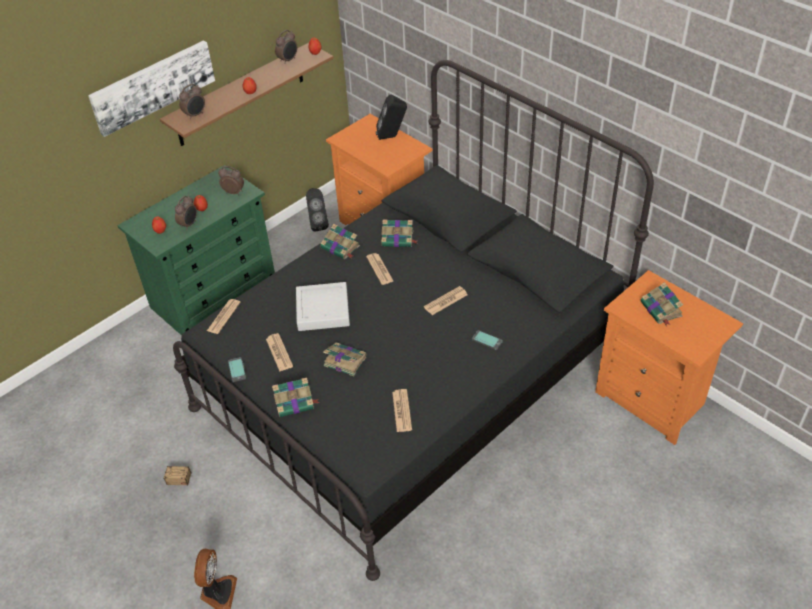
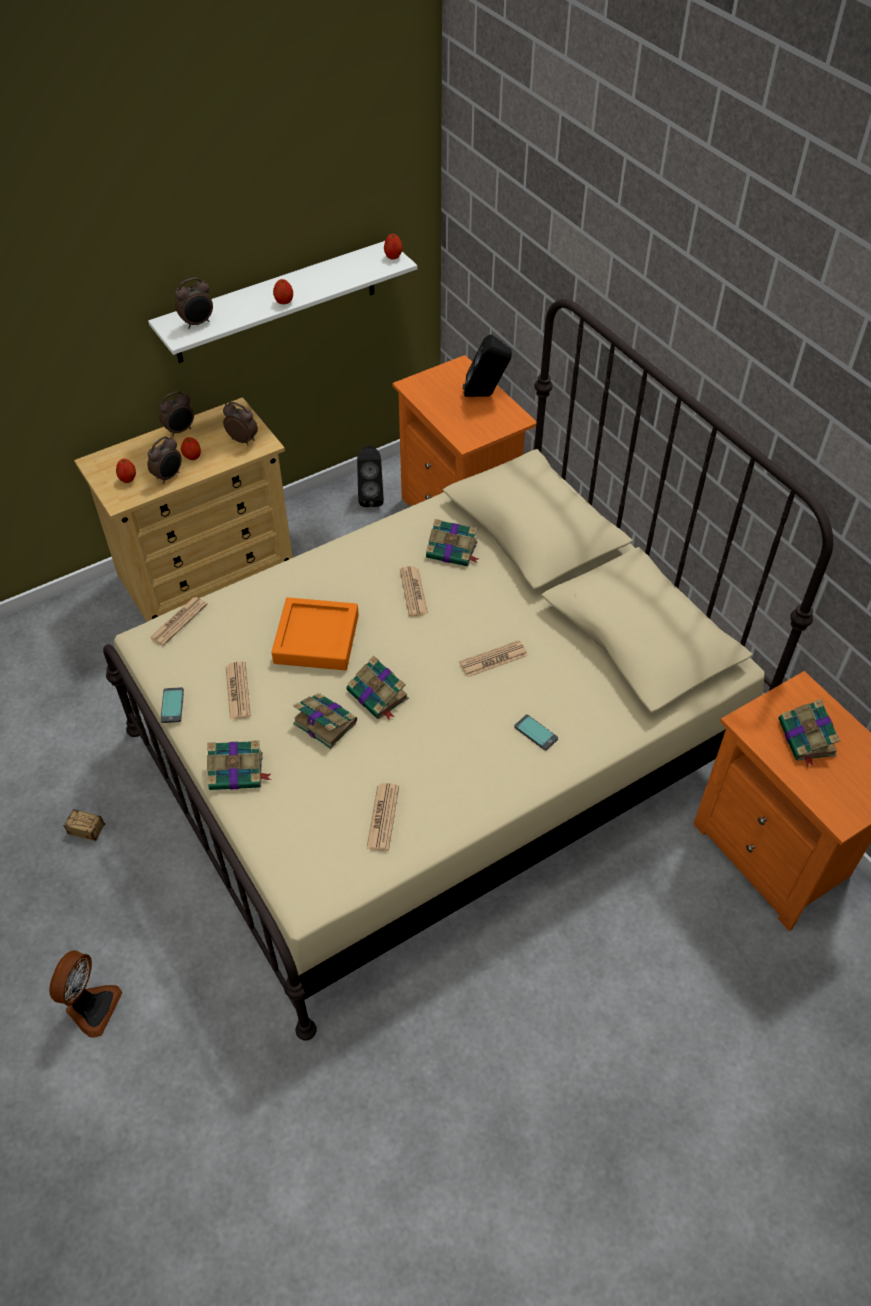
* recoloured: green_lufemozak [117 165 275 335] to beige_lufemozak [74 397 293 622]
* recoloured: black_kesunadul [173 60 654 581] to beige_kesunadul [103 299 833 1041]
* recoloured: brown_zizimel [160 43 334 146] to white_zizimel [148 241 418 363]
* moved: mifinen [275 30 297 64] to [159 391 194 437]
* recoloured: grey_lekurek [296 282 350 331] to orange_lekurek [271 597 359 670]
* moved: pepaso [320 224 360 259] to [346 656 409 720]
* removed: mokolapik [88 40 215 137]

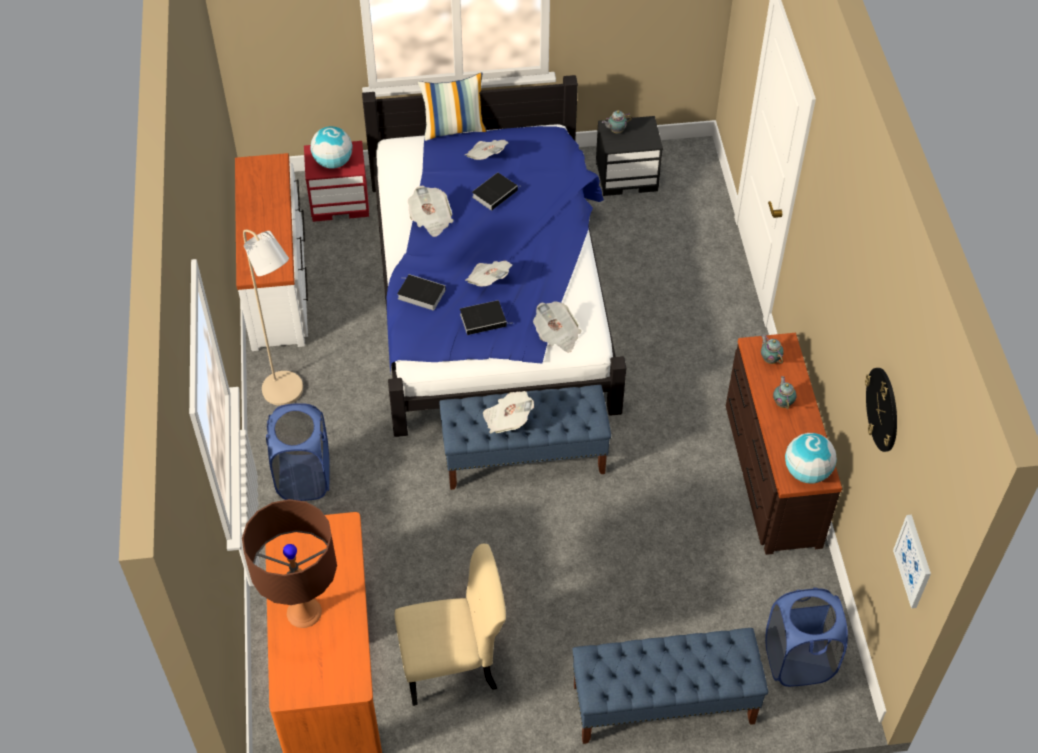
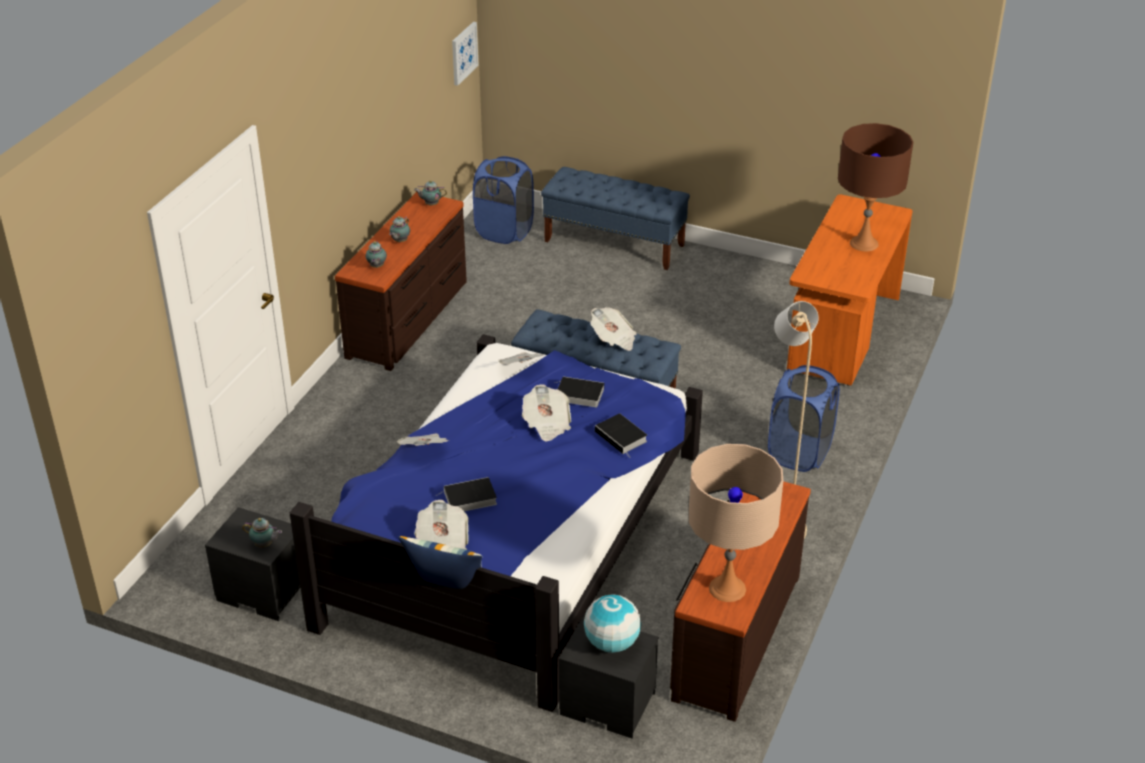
* moved: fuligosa [408 185 453 237] to [397 434 449 446]
* replaced: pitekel [785 433 837 483] to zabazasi [414 180 447 205]
* recoloured: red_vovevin [304 141 369 222] to black_vovevin [559 614 658 738]
* recoloured: white_lufemozak [235 153 308 351] to brown_lufemozak [670 481 811 722]
* added: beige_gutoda [689 444 783 602]
* removed: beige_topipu [395 544 506 706]
* removed: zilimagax [865 368 897 452]

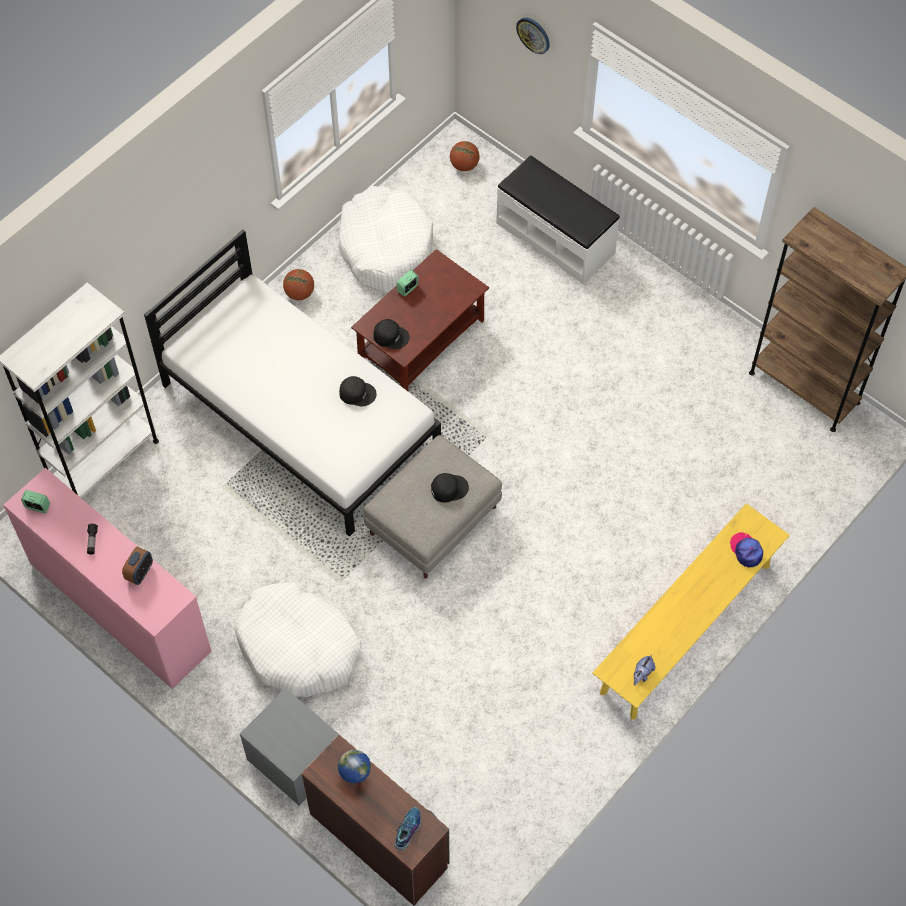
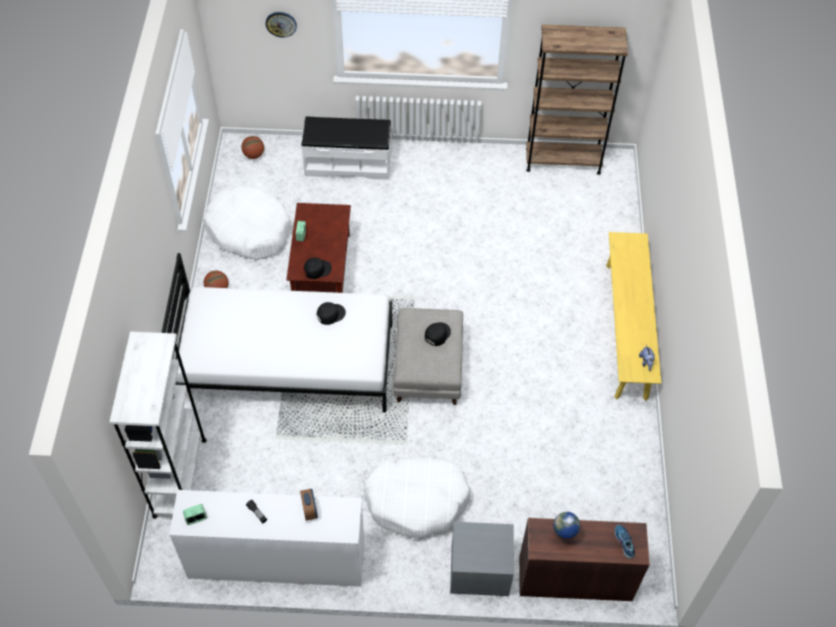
* recoloured: pink_lufemozak [3 468 211 689] to white_lufemozak [169 490 364 587]
* removed: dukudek [730 532 763 567]

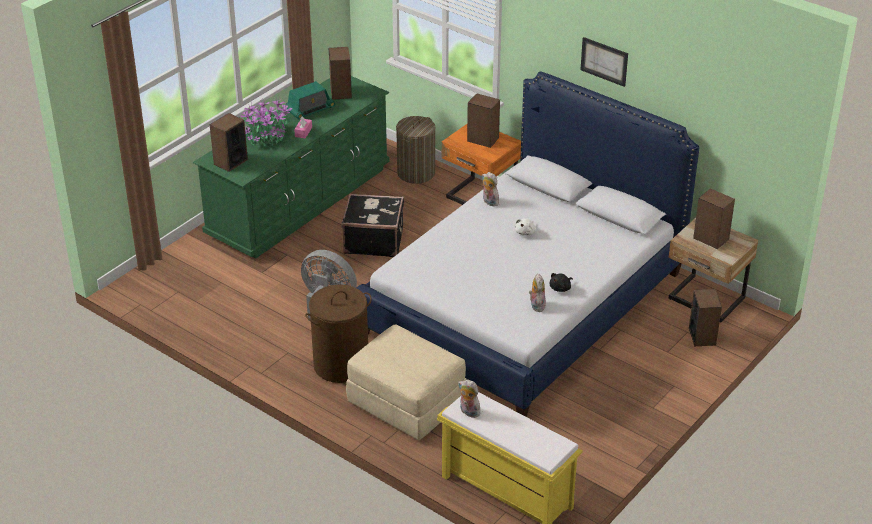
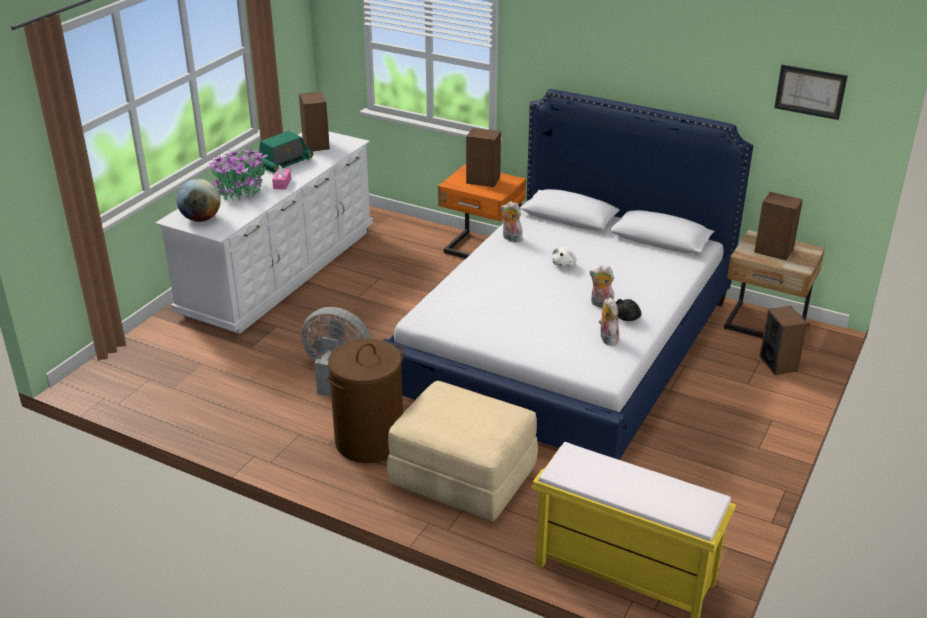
* recoloured: green_lufemozak [193 76 390 259] to white_lufemozak [155 131 373 334]
* replaced: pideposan [210 113 248 172] to pitekel [176 179 221 222]
* moved: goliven [458 380 480 418] to [589 265 614 308]
* moved: mokolapik [580 37 628 87] to [774 65 848 120]
* removed: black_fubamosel [341 194 404 257]
* removed: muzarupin [396 116 435 184]

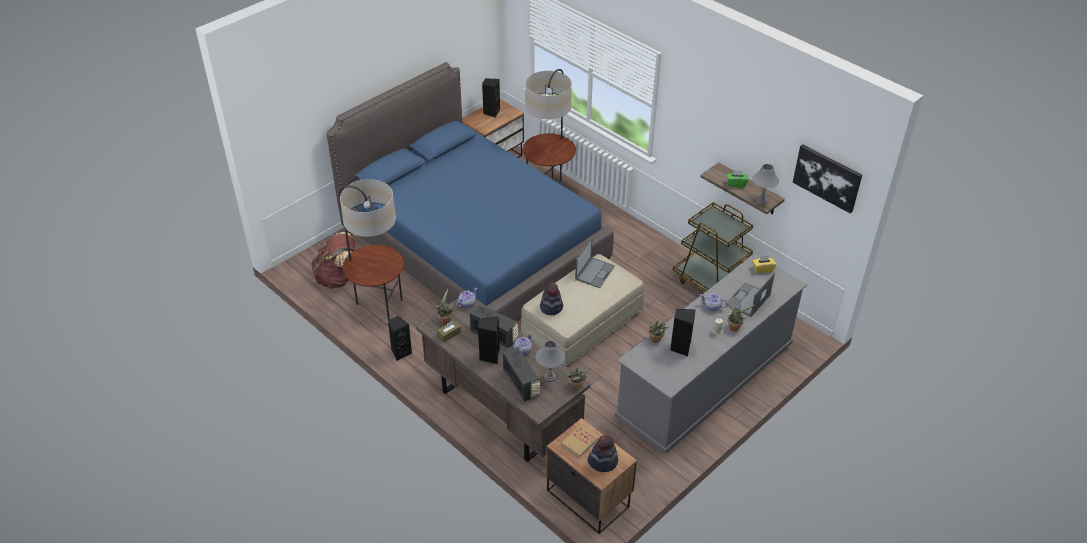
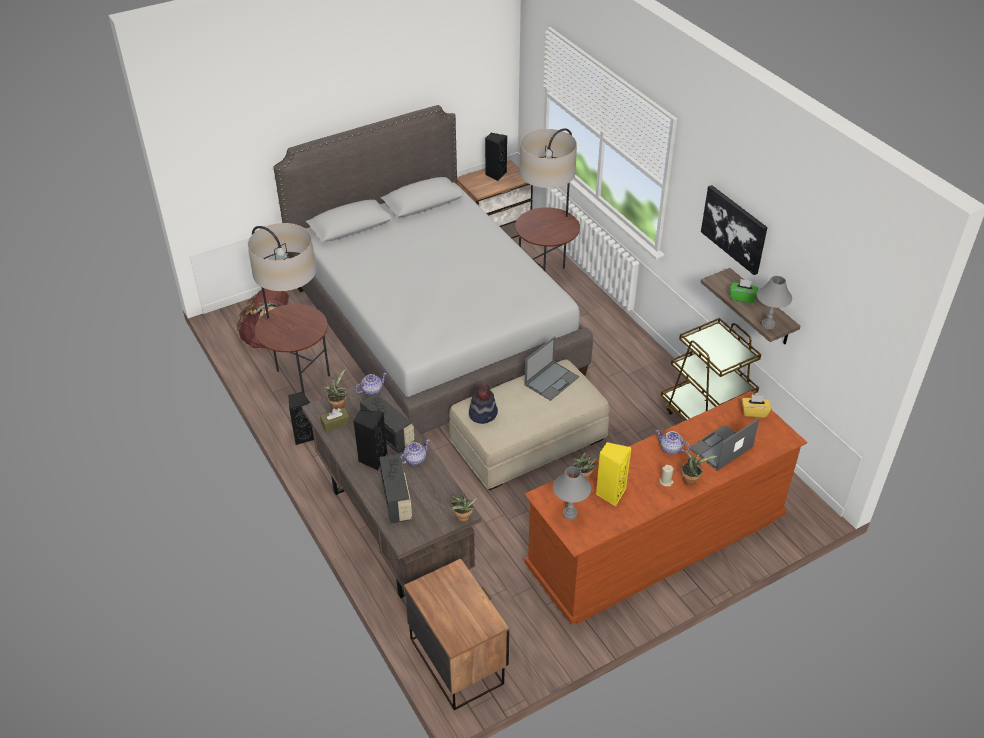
* recoloured: blue_kesunadul [326 62 614 321] to grey_kesunadul [273 105 593 434]
* recoloured: grey_lufemozak [614 254 807 454] to brown_lufemozak [524 391 807 625]
* moved: grey_gutoda [536 341 565 382] to [553 466 591 520]
* recoloured: black_pideposan [670 309 696 356] to yellow_pideposan [596 442 631 506]
* moved: mokolapik [793 144 862 213] to [701 185 768 275]
* removed: pepaso [561 425 599 458]
* removed: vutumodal [588 435 618 472]

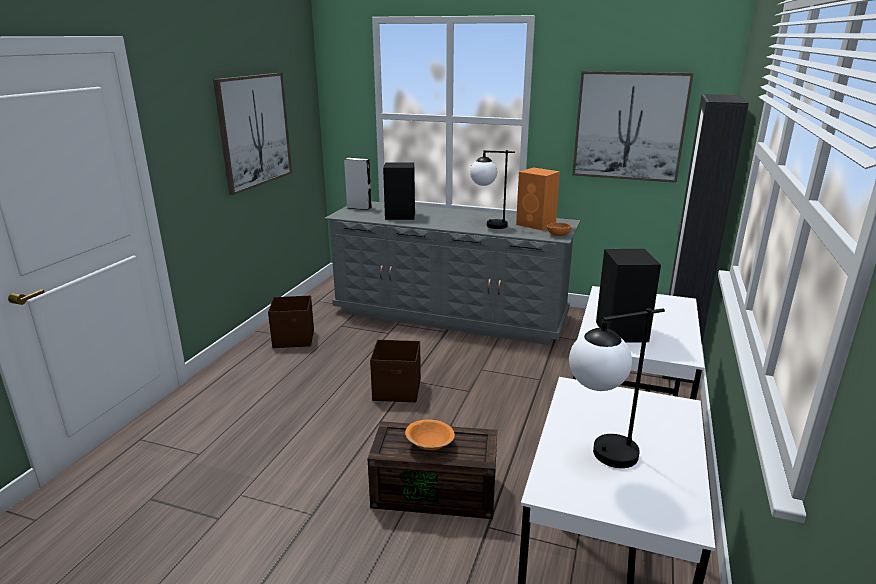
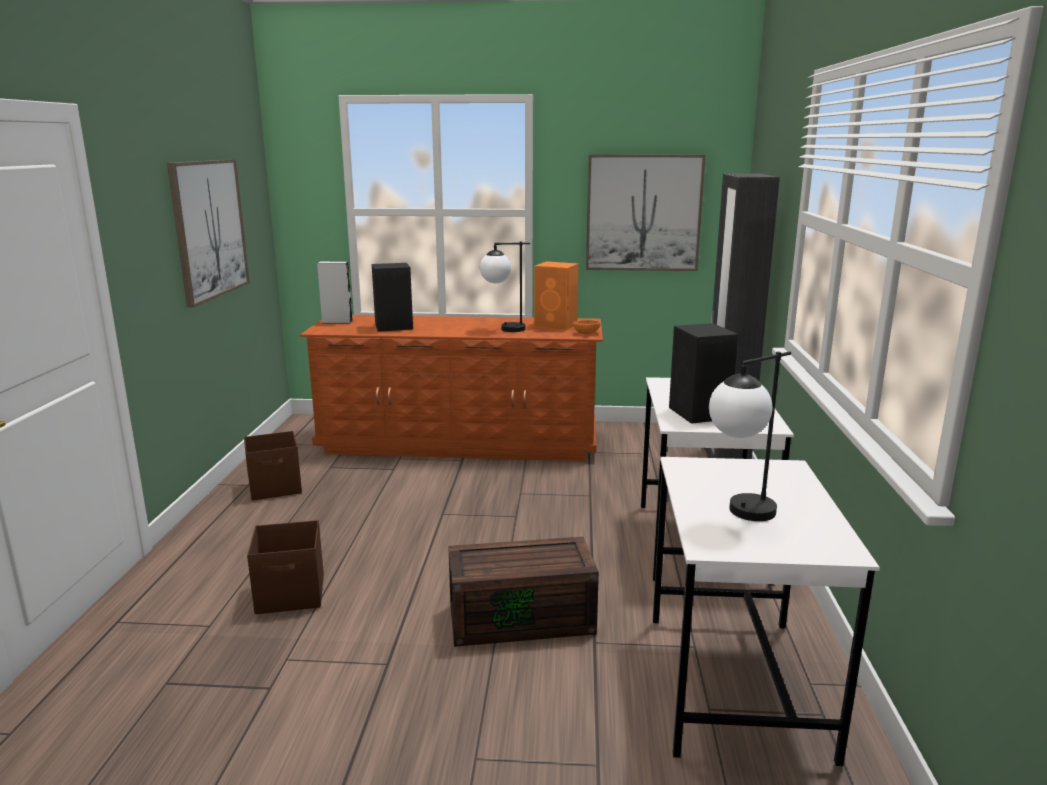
* moved: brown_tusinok [370 340 421 402] to [247 520 324 614]
* recoloured: grey_lufemozak [324 201 580 345] to brown_lufemozak [300 315 603 461]
* removed: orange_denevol [405 420 455 450]

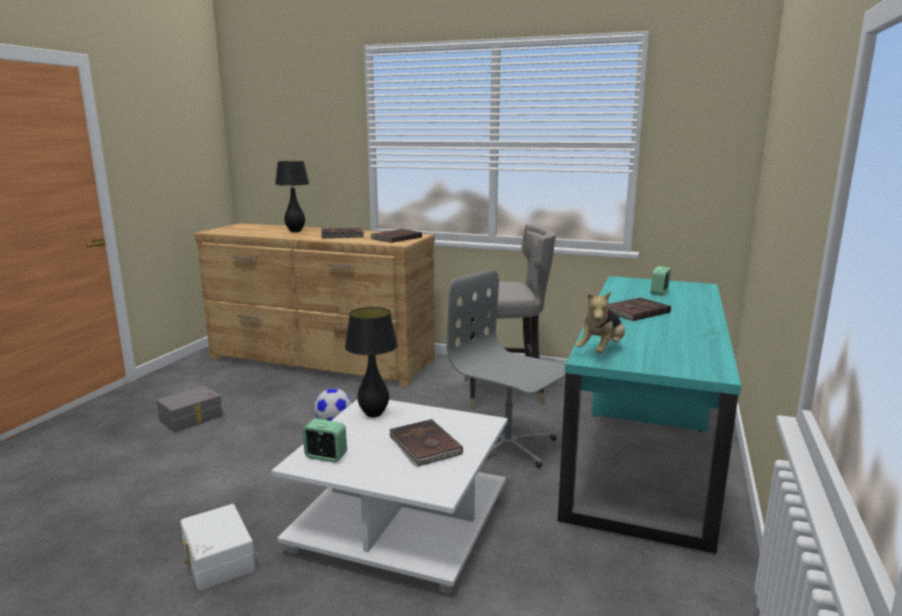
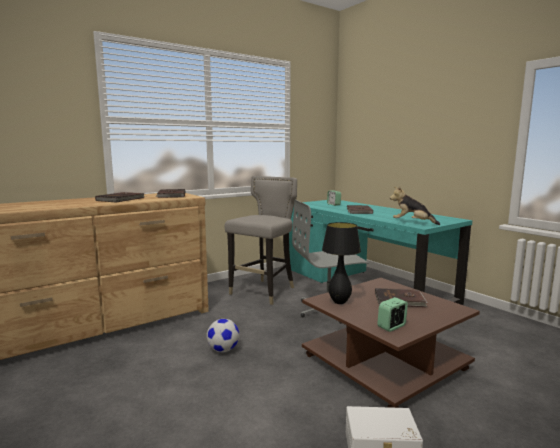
* recoloured: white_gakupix [271 399 508 593] to brown_gakupix [302 278 480 408]
* turned: goliven [575 291 625 353] = [390 187 440 225] 135 degrees clockwise
* removed: grey_tusinok [156 386 223 432]
* removed: black_gutoda [275 161 309 232]

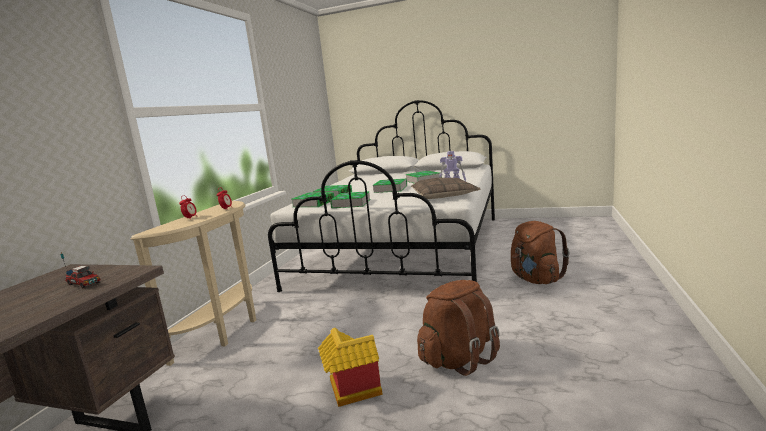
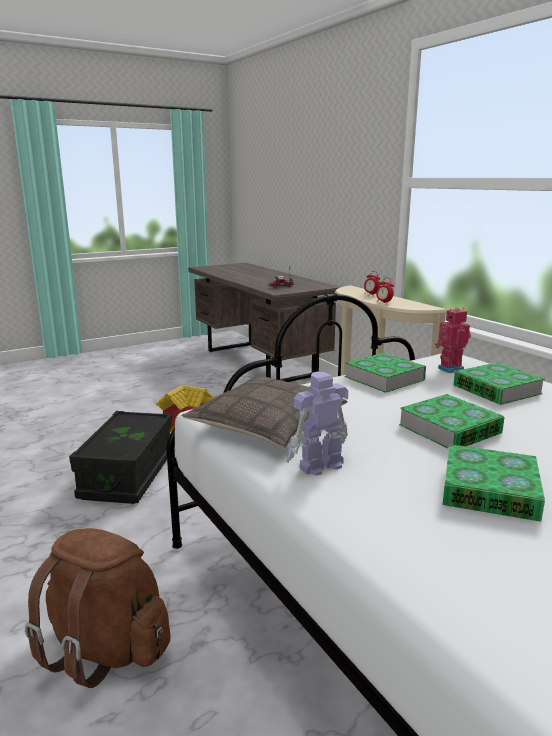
* replaced: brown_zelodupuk [417 280 500 376] to black_tusinok [69 411 172 504]
* replaced: pepaso [292 192 335 207] to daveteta [435 307 471 373]

